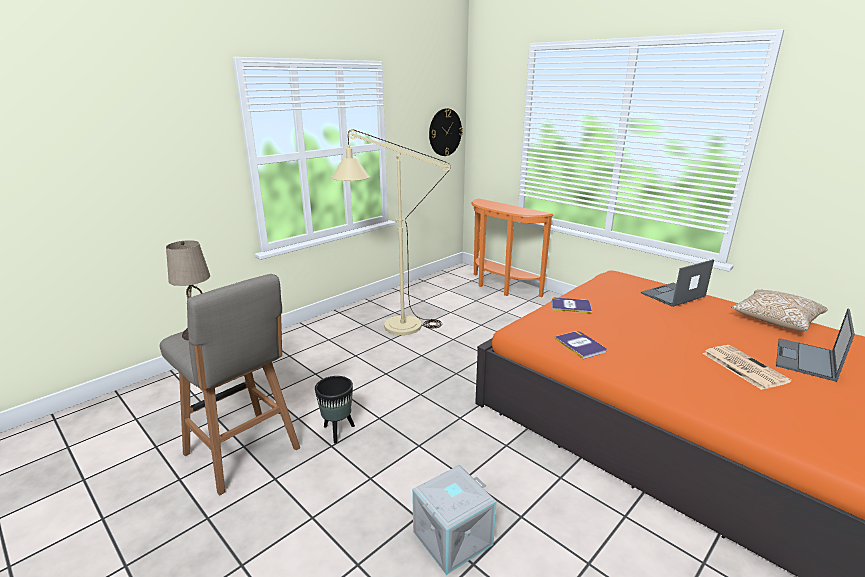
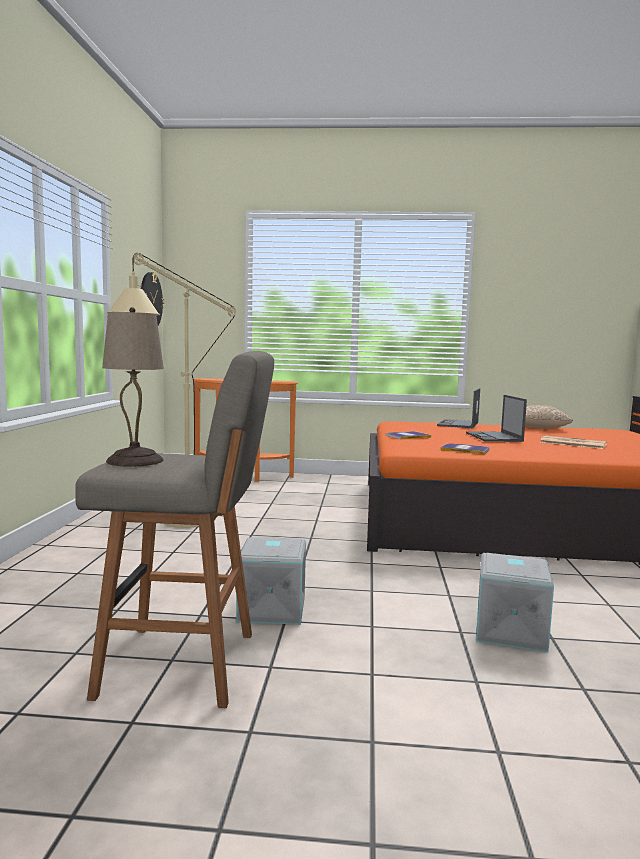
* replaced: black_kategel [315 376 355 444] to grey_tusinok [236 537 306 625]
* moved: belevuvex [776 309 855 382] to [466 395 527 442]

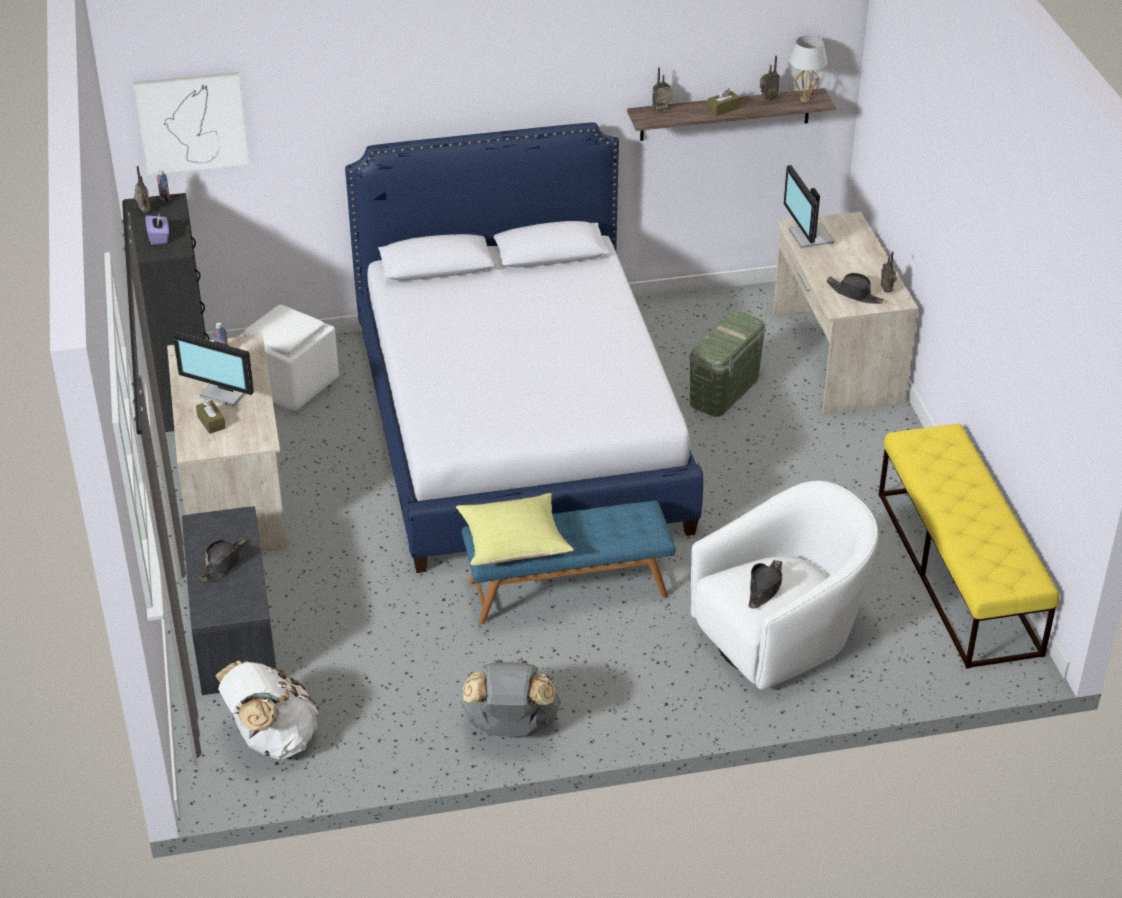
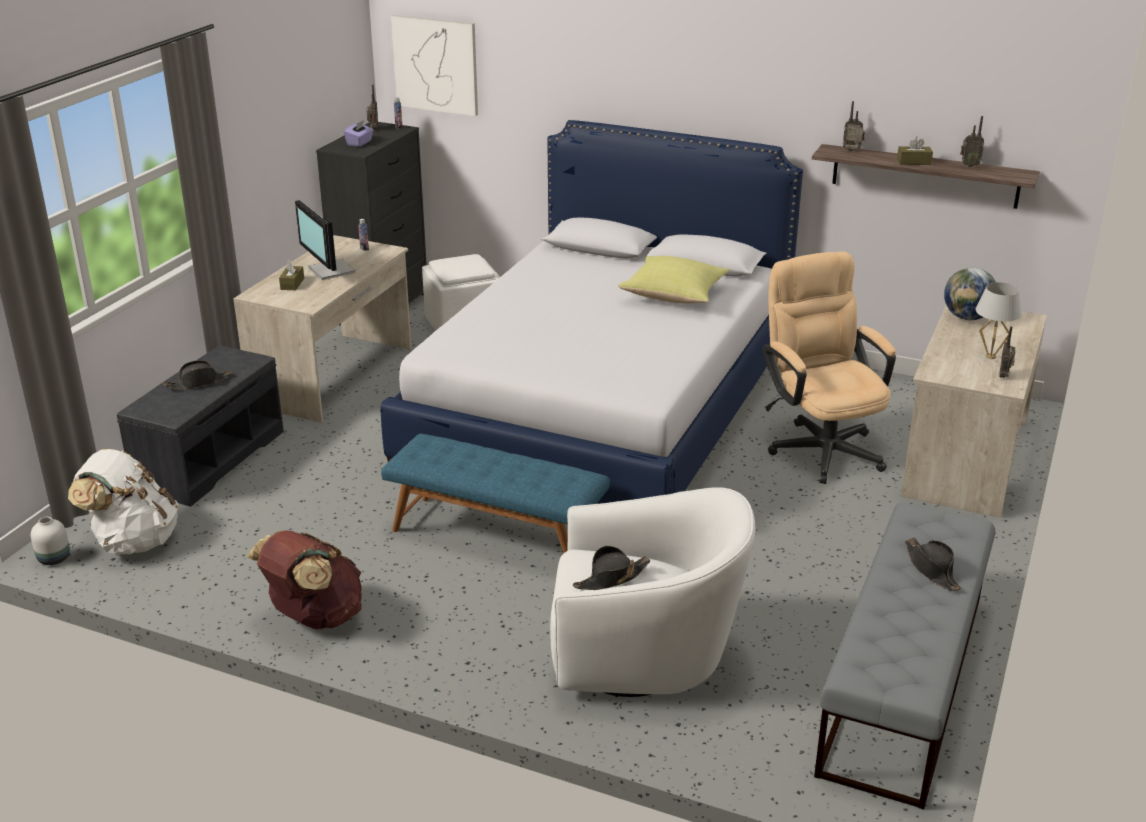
* added: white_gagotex [31 517 70 565]
* recoloured: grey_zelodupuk [461 660 561 737] to brown_zelodupuk [246 530 362 629]
* moved: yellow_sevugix [456 493 574 566] to [618 256 730 303]
* replaced: green_tusinok [689 311 766 417] to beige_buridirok [762 251 896 484]
* recoloured: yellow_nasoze [879 424 1060 669] to grey_nasoze [814 503 996 810]
* moved: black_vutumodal [826 273 884 304] to [905 538 961 591]
* replaced: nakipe [784 165 834 249] to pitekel [944 268 996 320]
* moved: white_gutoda [789 35 827 102] to [976 282 1022 359]

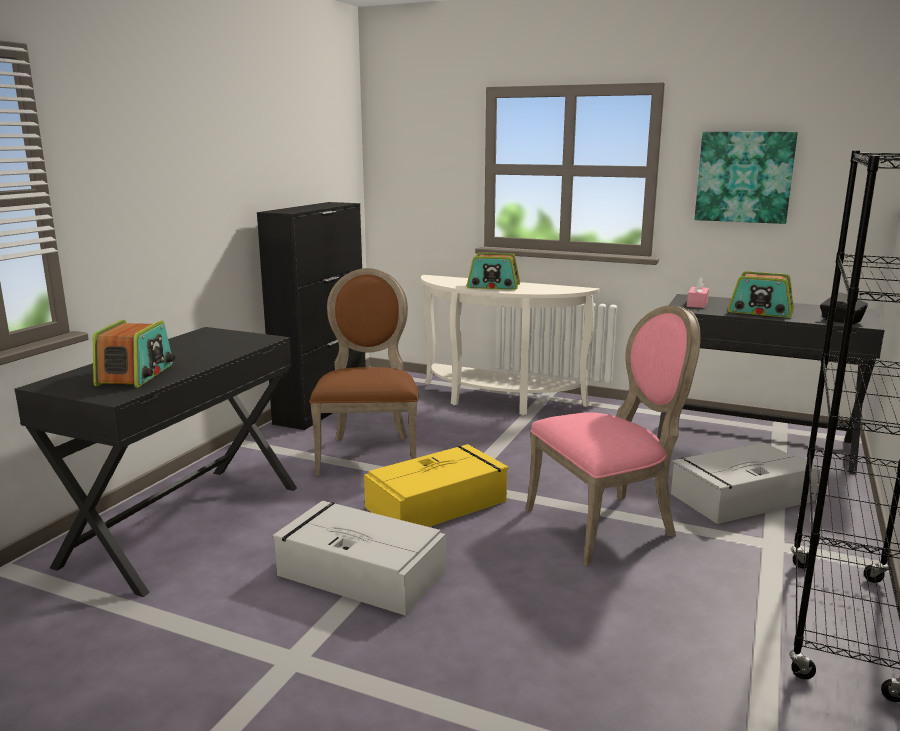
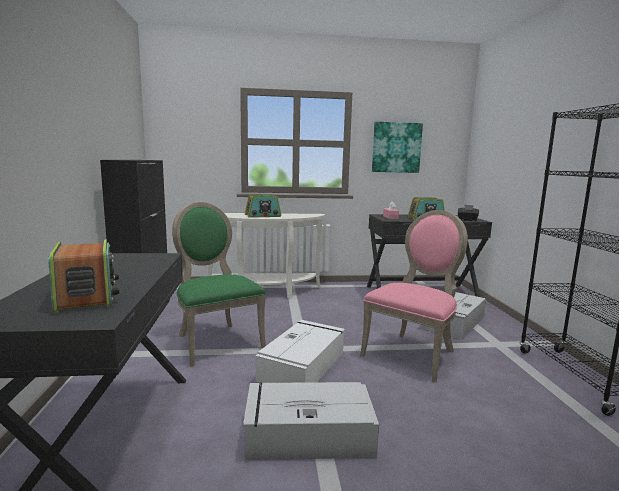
* recoloured: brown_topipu [309 268 419 476] to green_topipu [172 202 266 367]
* recoloured: yellow_tusinok [364 444 509 527] to white_tusinok [255 320 345 383]

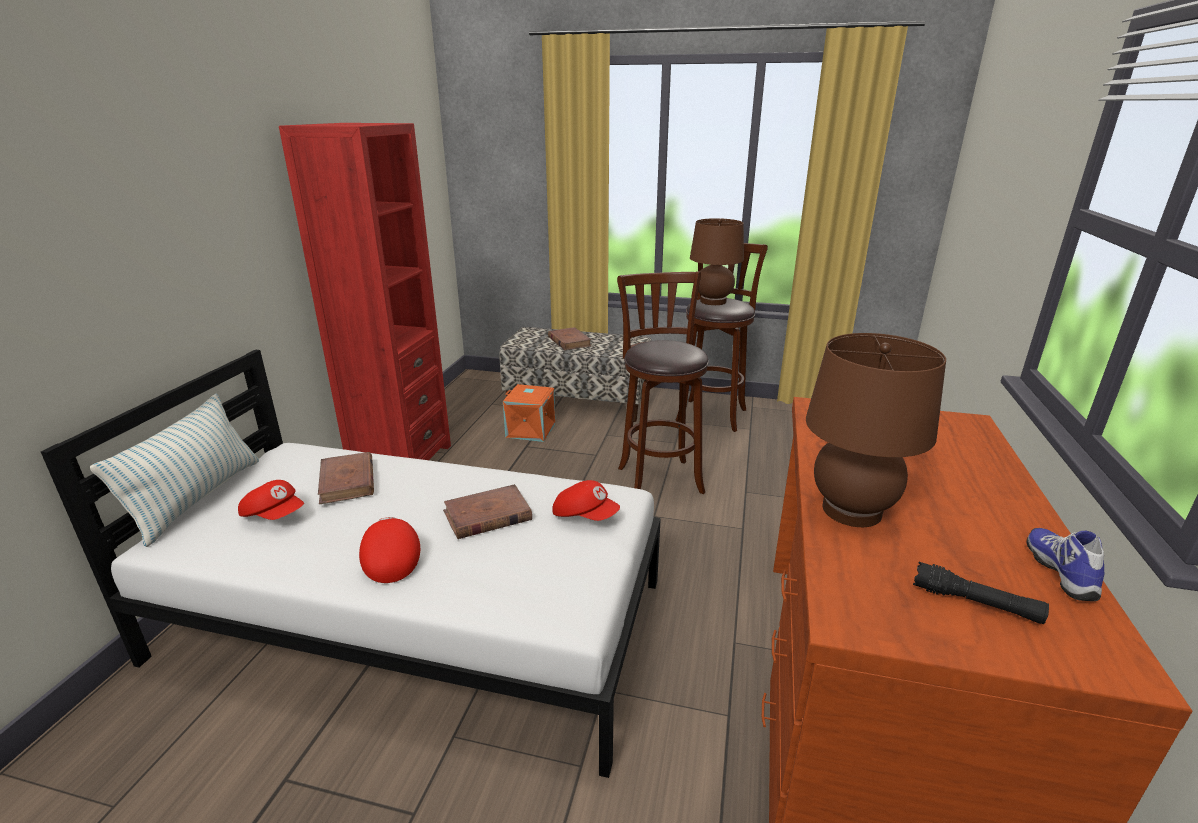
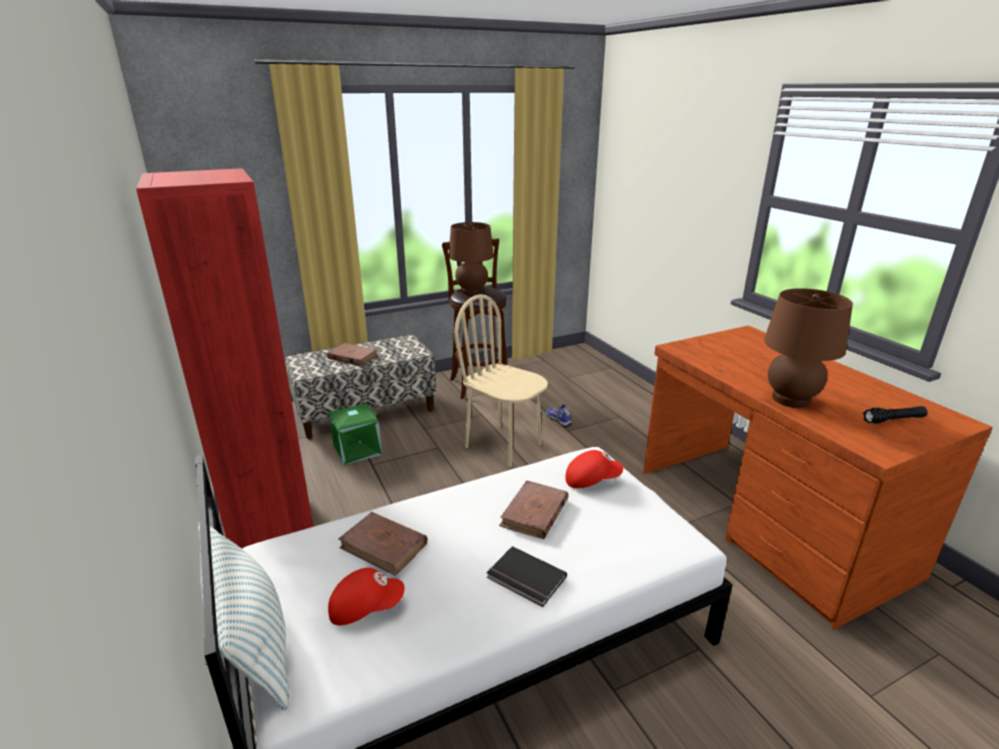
* recoloured: orange_tusinok [503 384 555 442] to green_tusinok [329 403 382 465]
* replaced: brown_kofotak [617 271 709 494] to beige_topipu [454 294 548 467]
* replaced: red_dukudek [359 517 420 583] to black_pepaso [487 546 567 607]
* moved: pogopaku [1026 528 1104 601] to [546 404 572 427]

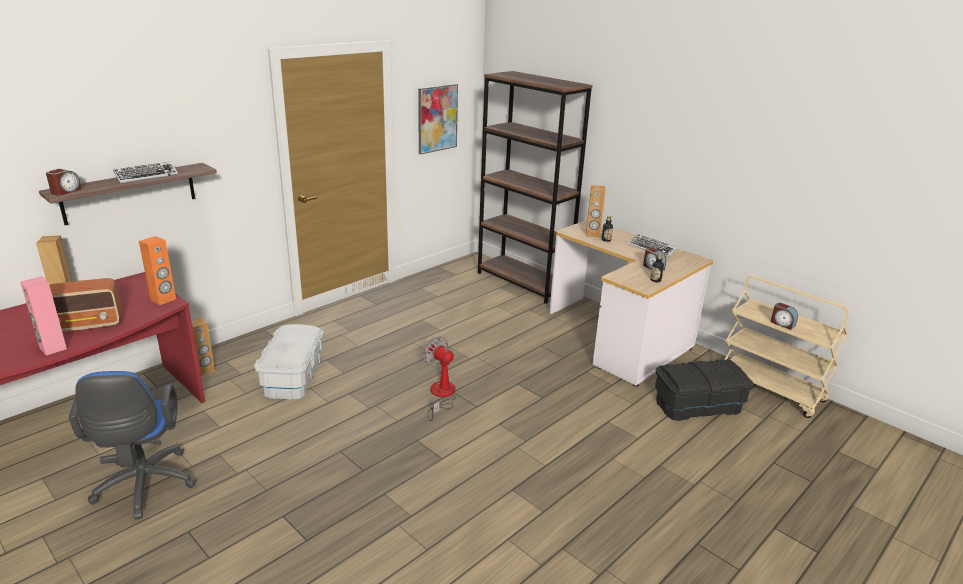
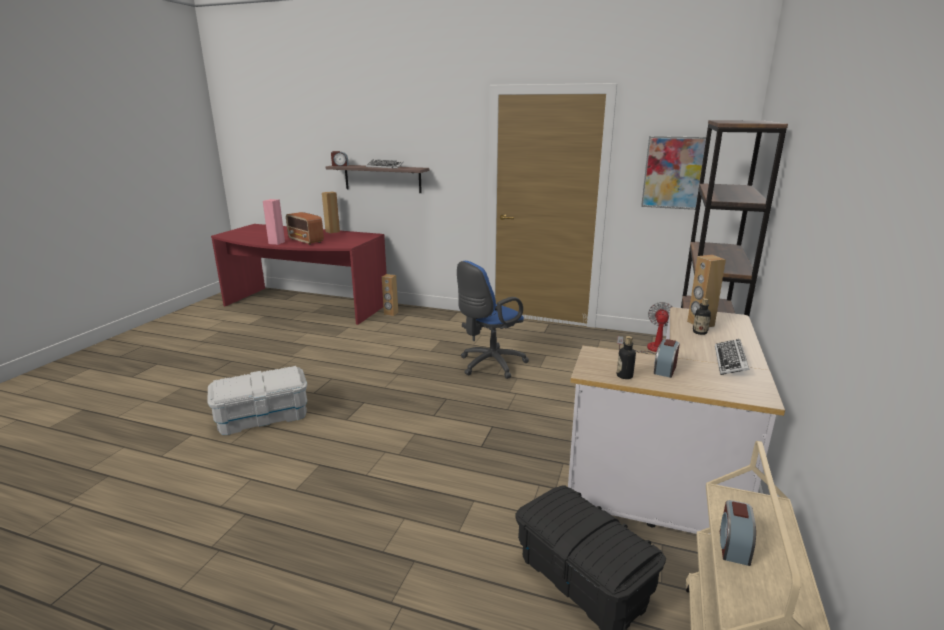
* moved: white_tusinok [254 324 323 400] to [207 366 307 435]
* moved: blue_buridirok [69 371 196 520] to [457 261 529 379]
* moved: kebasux [423 336 456 421] to [617 302 672 354]
* removed: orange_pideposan [139 236 176 305]

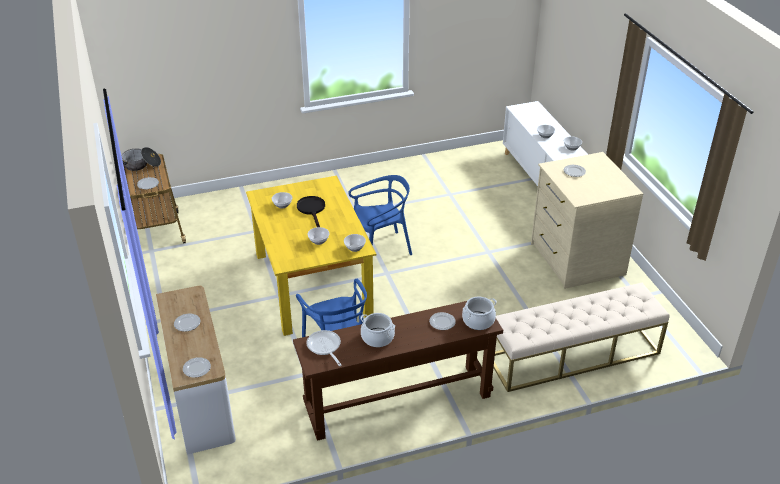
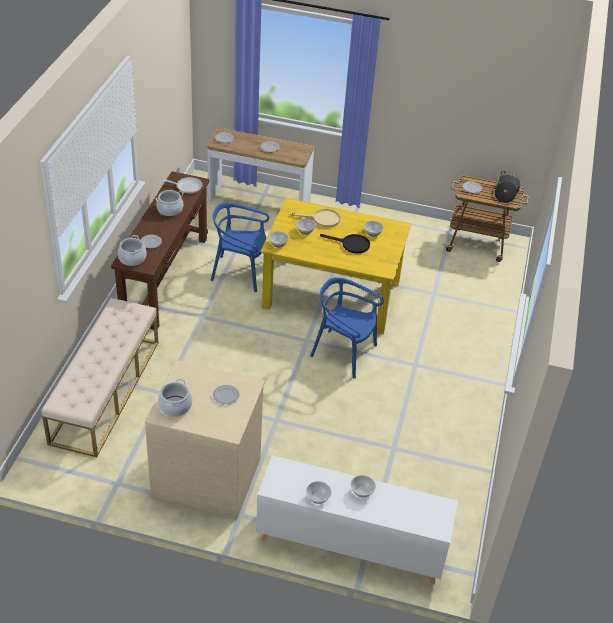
* added: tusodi [158 379 192 417]
* added: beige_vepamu [290 209 340 227]
* turned: blue_topipu [348 175 412 255] = [310 278 384 379] 105 degrees clockwise

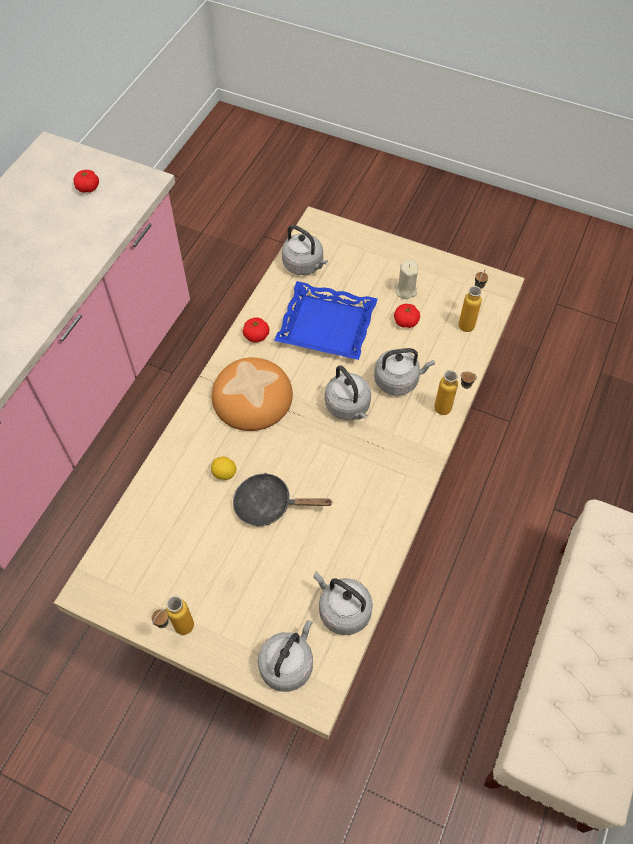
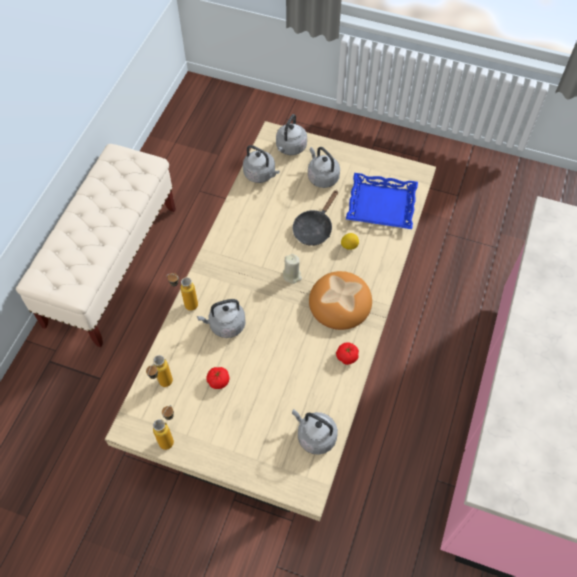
* moved: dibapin [152 596 194 635] to [153 405 174 450]
* moved: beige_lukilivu [394 260 418 299] to [283 254 302 284]
* turned: black_vepamu [233 473 333 527] = [293 190 338 246] 120 degrees clockwise
* moved: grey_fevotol [325 365 371 420] to [308 147 340 188]
* moved: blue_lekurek [274 281 378 360] to [346 173 418 229]
* removed: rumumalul [73 170 99 193]

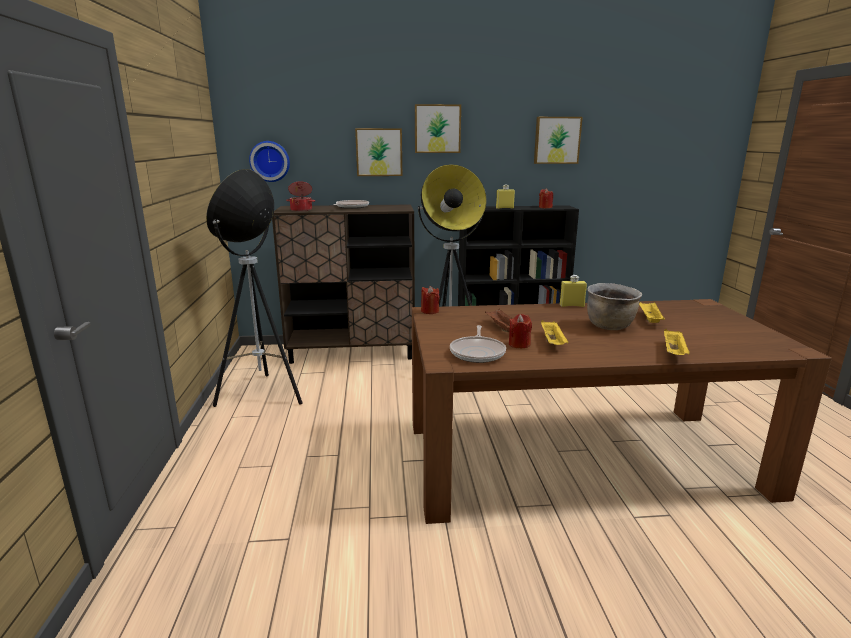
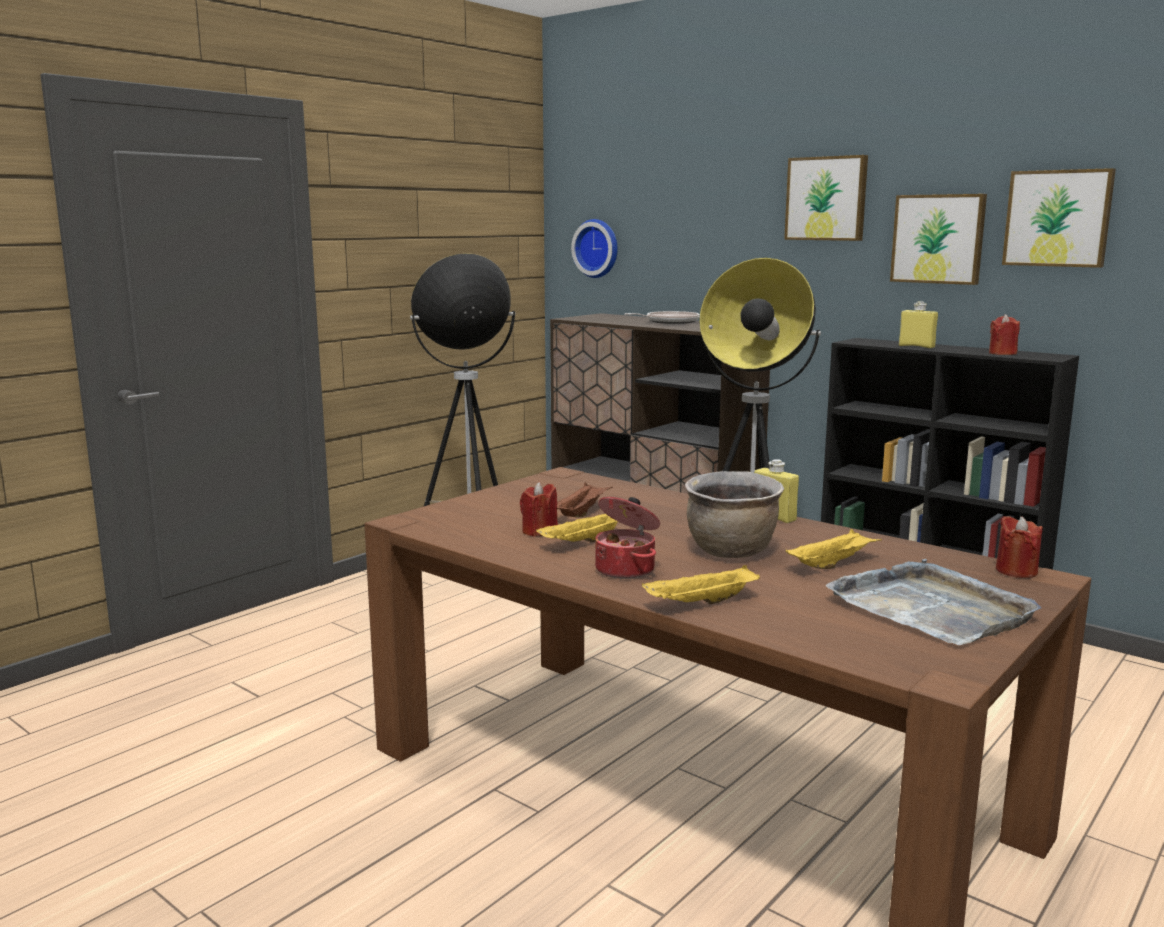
* moved: tusodi [286 181 315 212] to [595 497 660 579]
* added: grey_lekurek [825 559 1041 645]
* moved: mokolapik [355 128 402 176] to [890 194 987 285]
* moved: red_lukilivu [421 286 440 314] to [996 516 1043 578]
* removed: vepamu [450 325 506 363]

